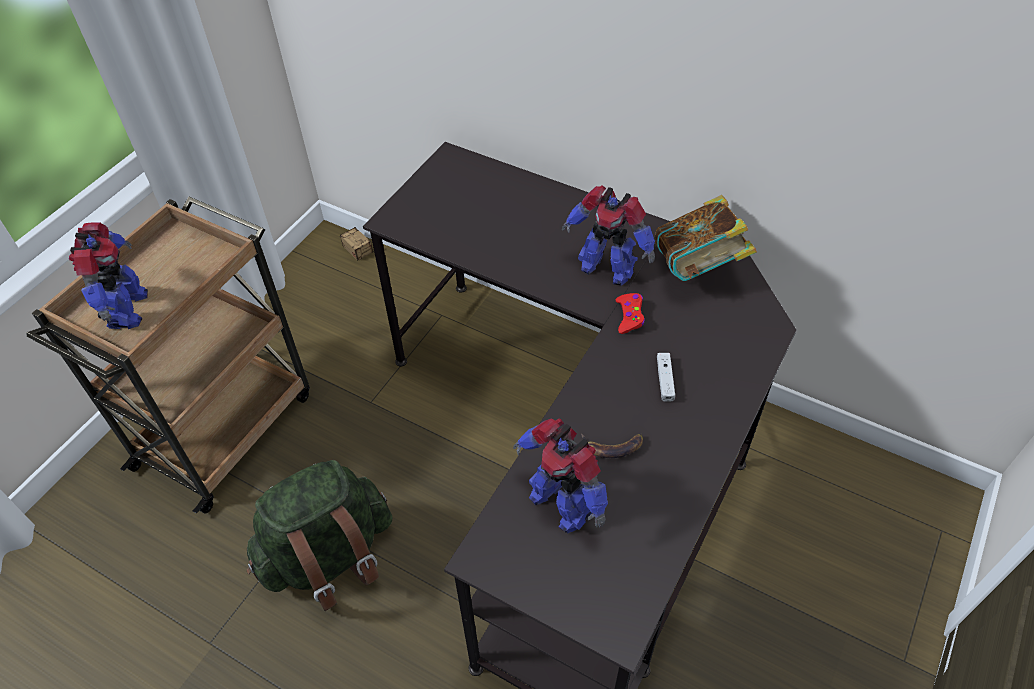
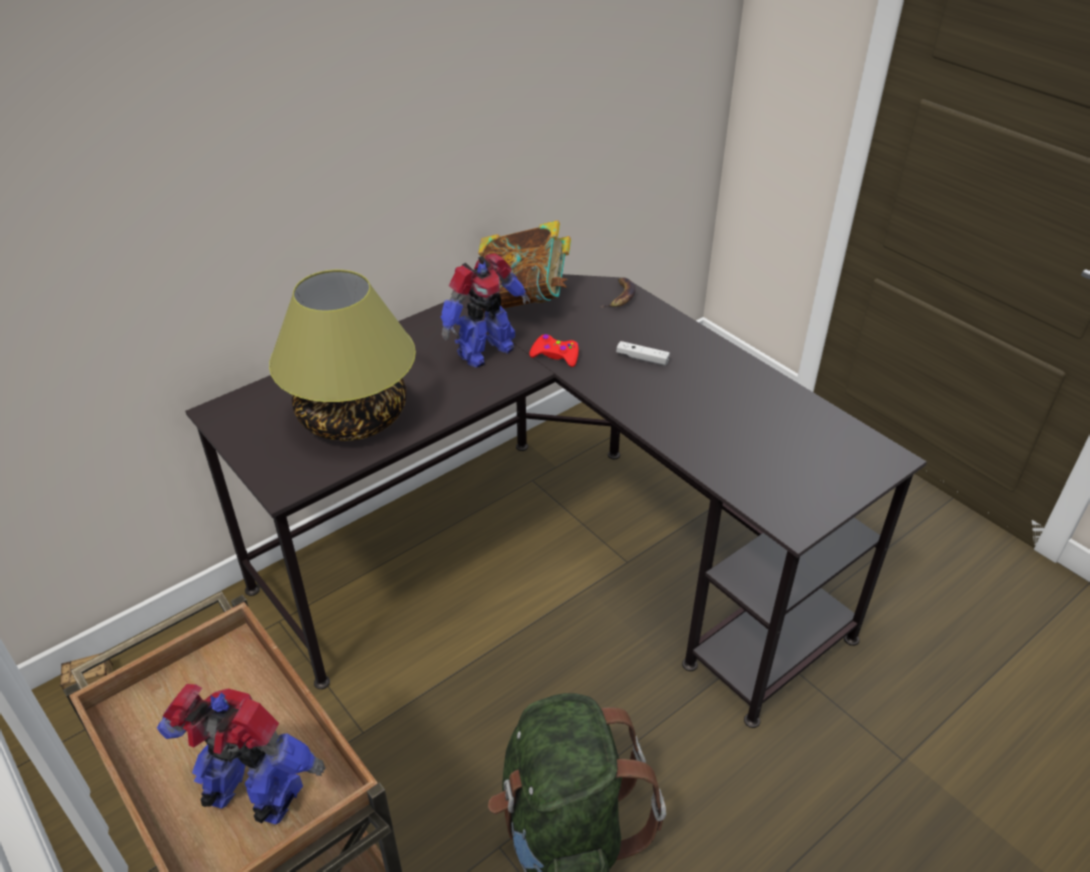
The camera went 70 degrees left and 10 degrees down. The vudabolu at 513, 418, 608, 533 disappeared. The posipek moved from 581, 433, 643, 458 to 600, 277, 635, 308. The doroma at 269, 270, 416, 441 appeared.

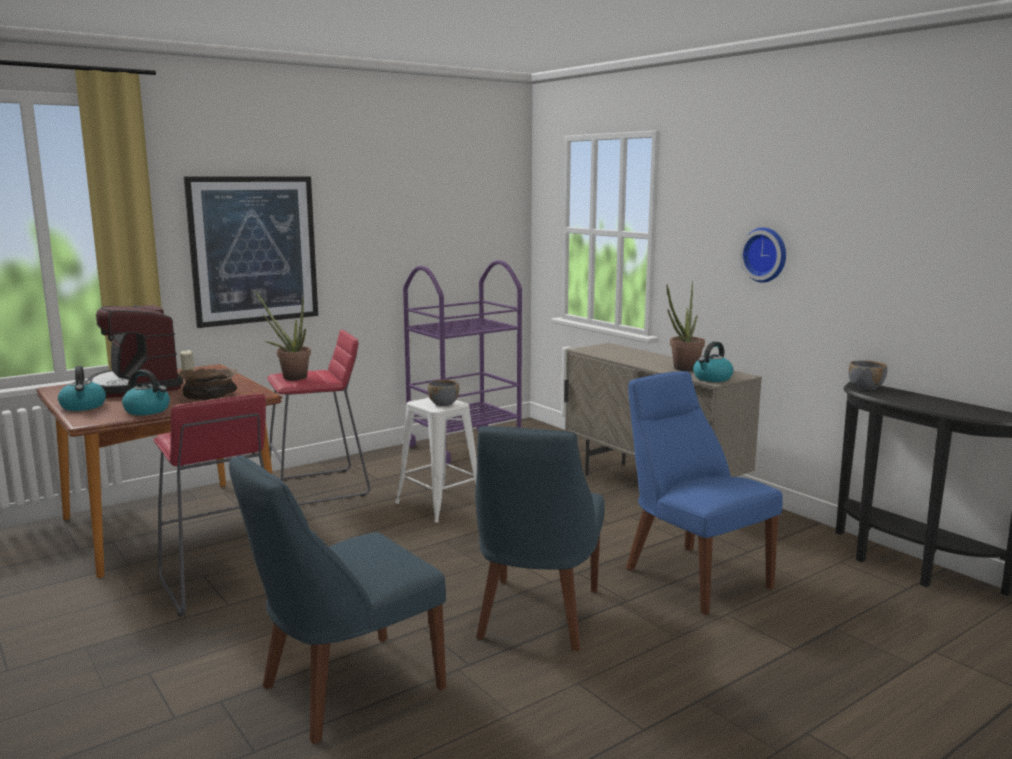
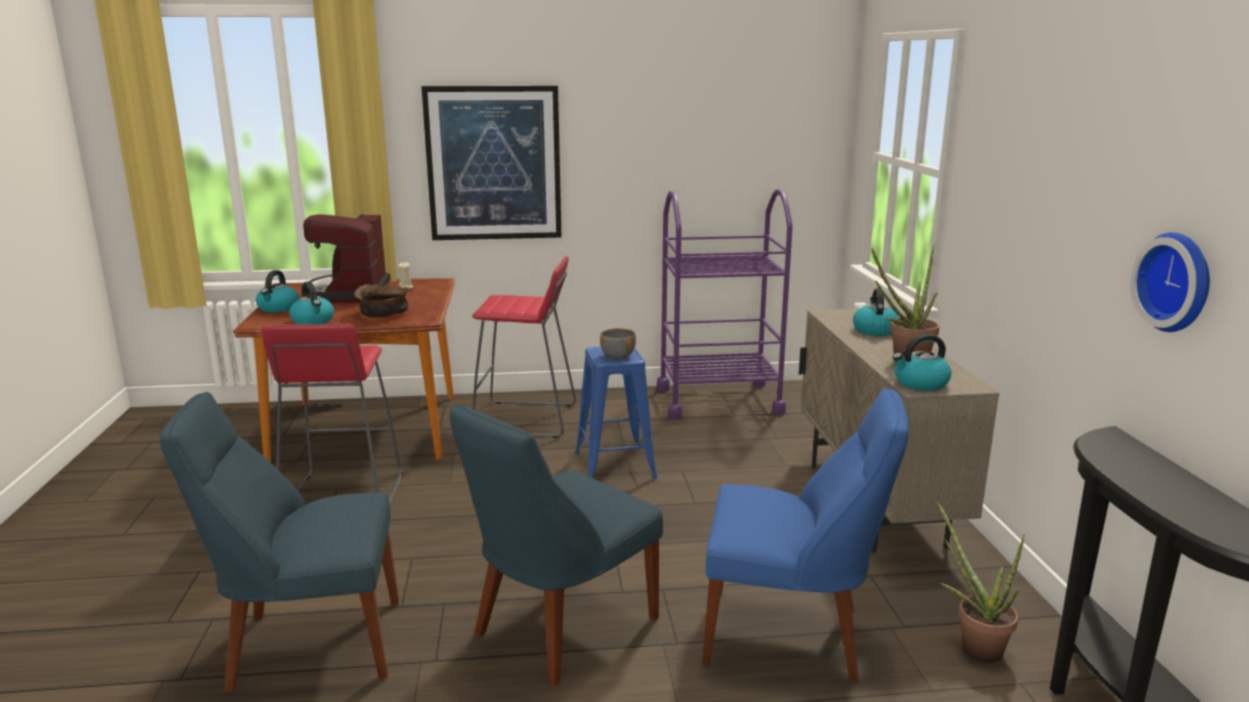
The camera went 30 degrees right and 5 degrees up. The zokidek moved from 739, 227, 786, 283 to 1131, 232, 1210, 332. The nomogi moved from 255, 291, 311, 380 to 937, 501, 1025, 663. The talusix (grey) at 848, 361, 887, 390 disappeared. The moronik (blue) at 626, 371, 783, 615 turned 105 degrees clockwise. The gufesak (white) at 395, 398, 477, 522 became the gufesak (blue) at 575, 347, 658, 480. The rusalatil at 853, 288, 899, 336 appeared.

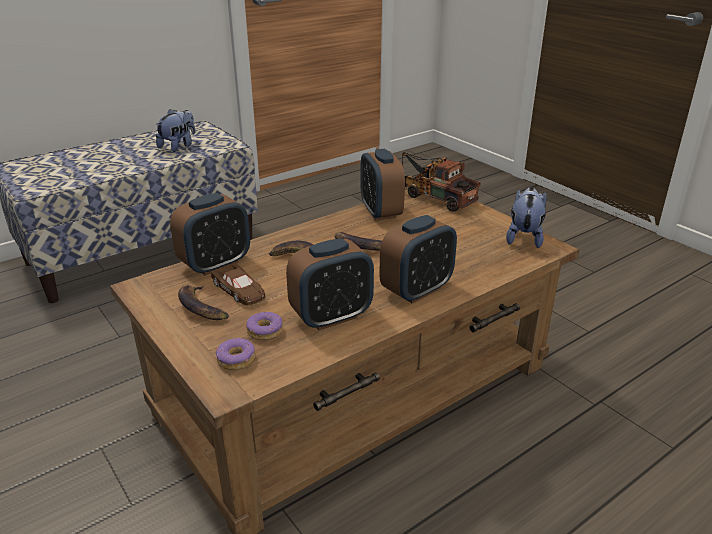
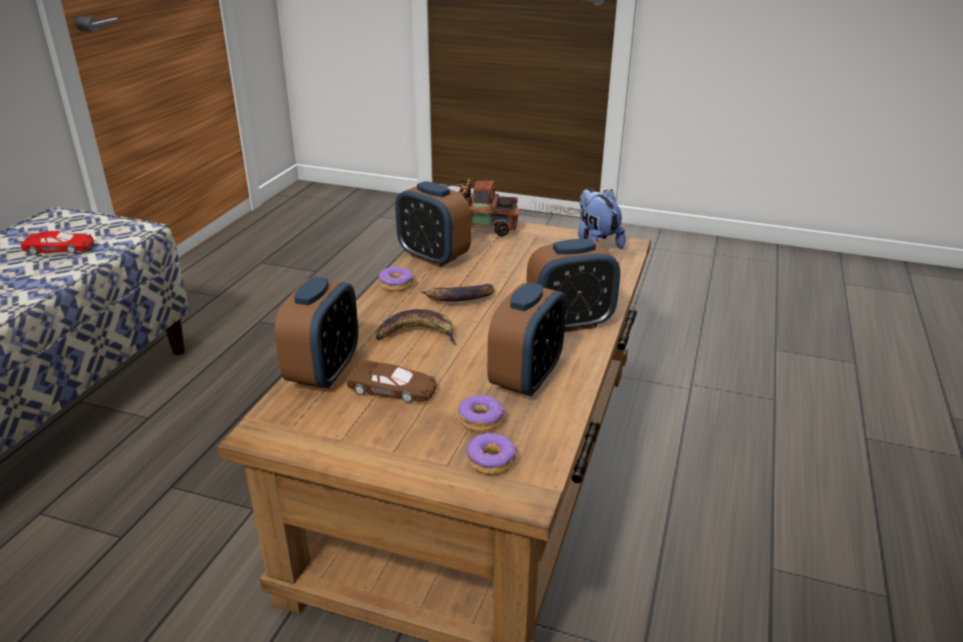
The camera went 35 degrees left and 0 degrees up. The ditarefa at 156, 109, 195, 152 was replaced by the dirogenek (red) at 21, 231, 94, 255. The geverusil at 379, 215, 457, 303 turned 60 degrees clockwise. The posipek at 178, 285, 229, 320 disappeared. The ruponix at 378, 267, 414, 292 appeared.

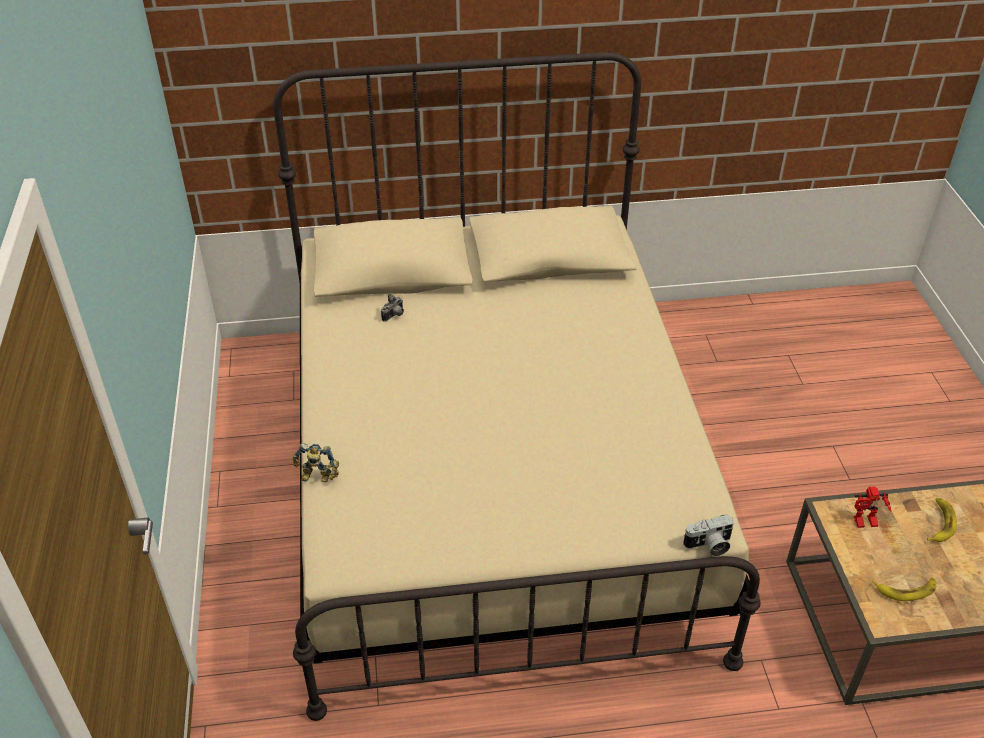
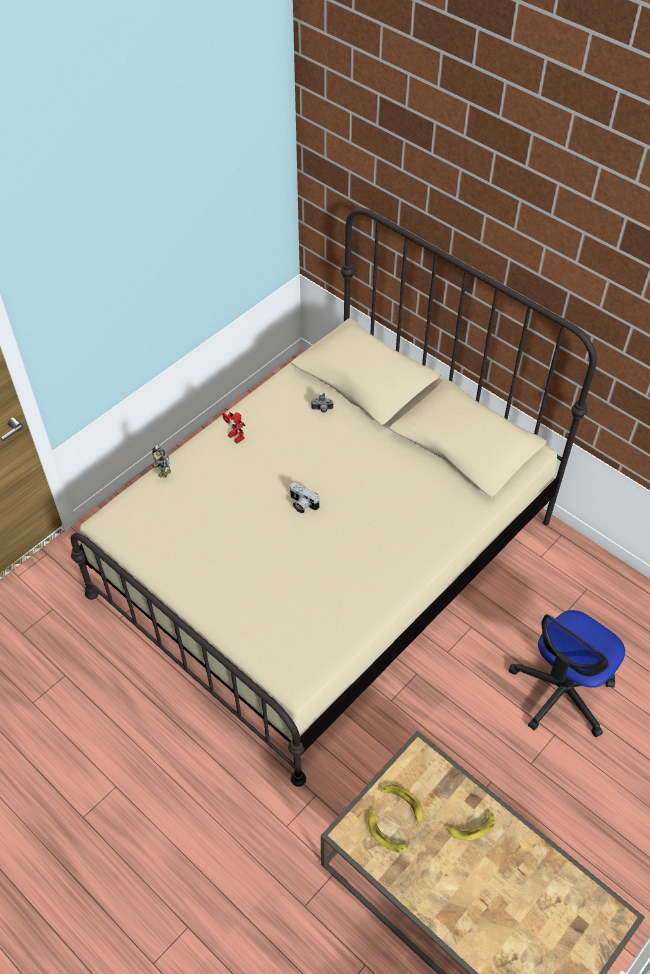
The camera went 50 degrees right and 10 degrees up. The vudabolu moved from 853, 487, 891, 528 to 222, 412, 246, 444. The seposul moved from 683, 515, 734, 556 to 290, 483, 319, 513. The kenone at 509, 610, 625, 737 appeared. The posipek at 381, 784, 423, 826 appeared.

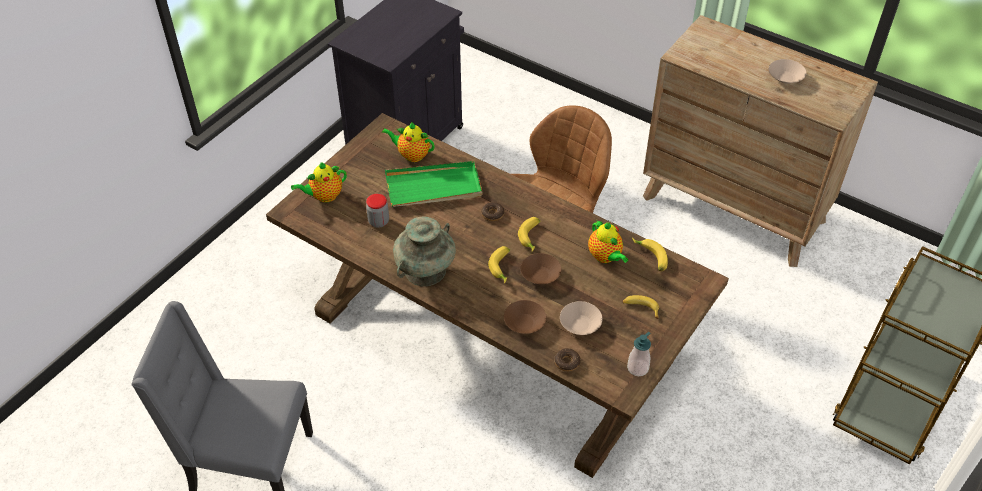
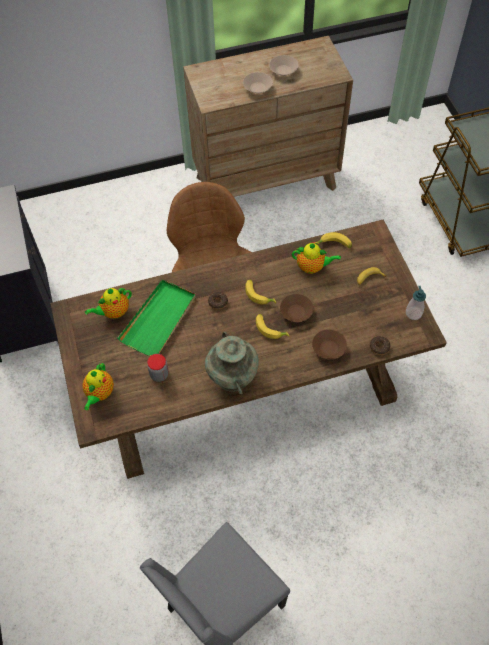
The camera went 50 degrees left and 10 degrees up. The talusix (beige) moved from 560, 301, 602, 335 to 243, 72, 273, 93.

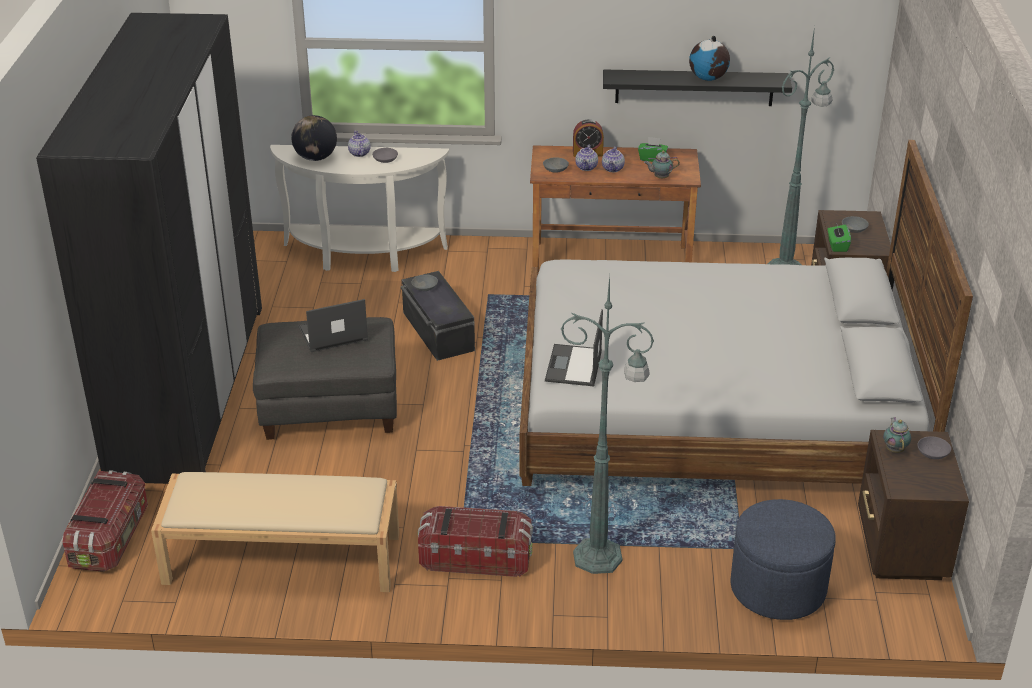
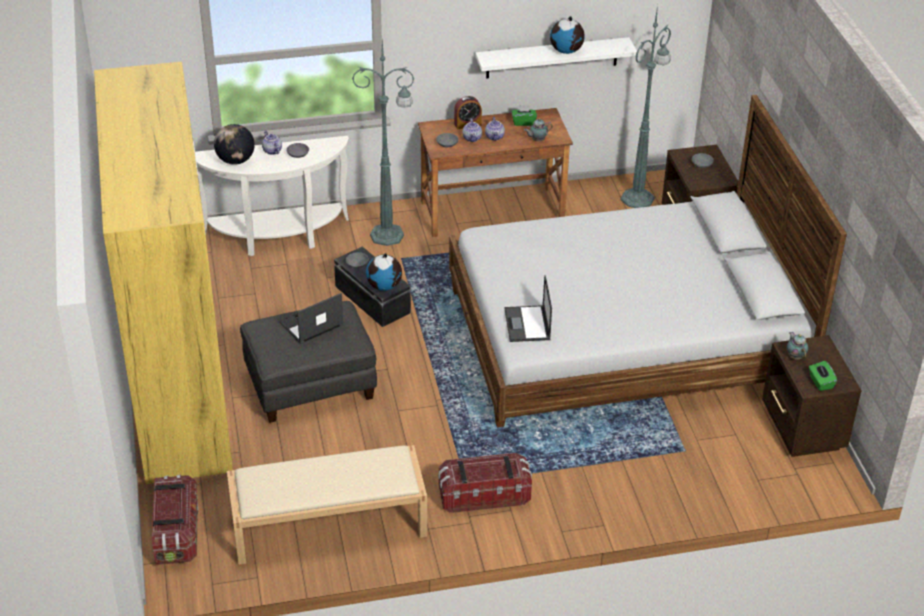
The camera went 15 degrees left and 5 degrees up. The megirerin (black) at 36, 13, 262, 484 became the megirerin (yellow) at 94, 62, 233, 484. The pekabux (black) at 603, 69, 792, 106 became the pekabux (white) at 475, 37, 637, 79. The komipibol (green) moved from 828, 225, 851, 252 to 809, 361, 837, 391. The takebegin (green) moved from 561, 275, 654, 574 to 352, 39, 414, 246. The talusix (grey) at 917, 436, 951, 459 disappeared. The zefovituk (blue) at 730, 499, 836, 620 disappeared. The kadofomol at 366, 253, 402, 291 appeared.

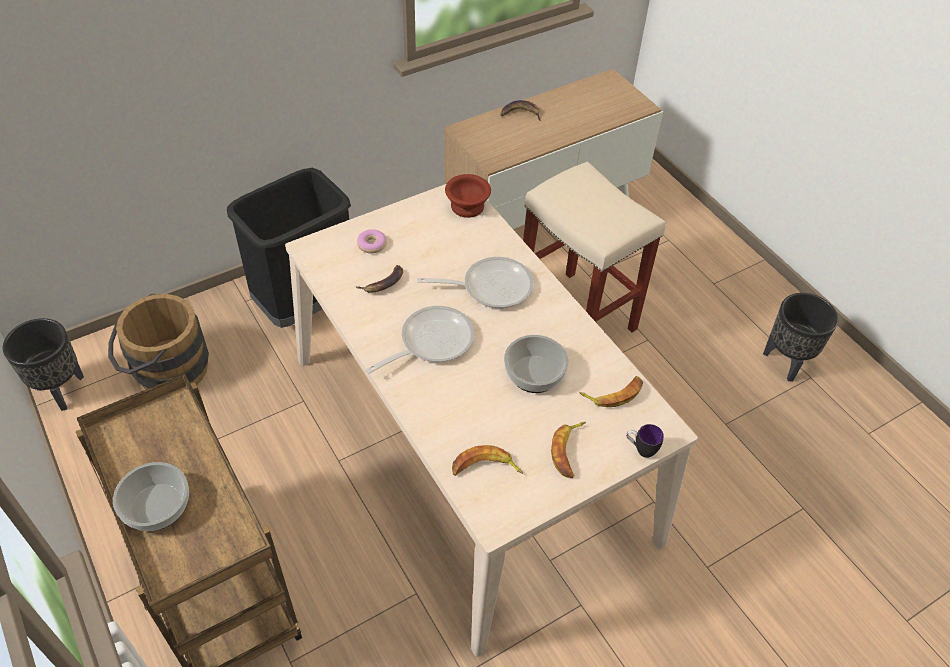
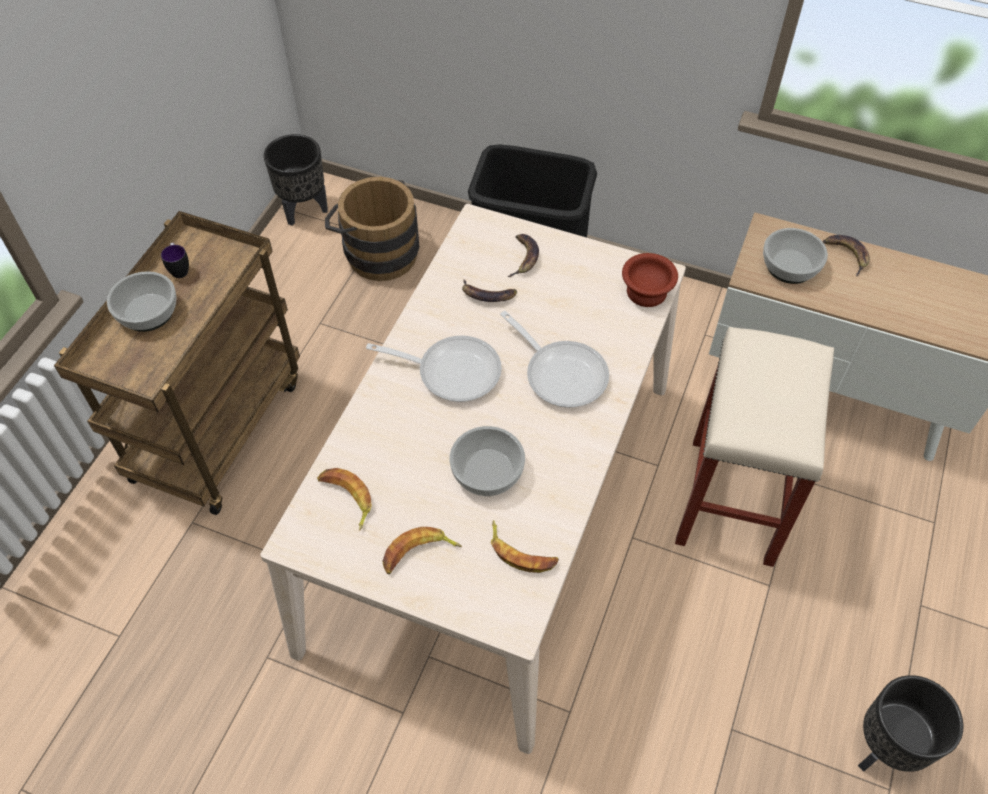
The camera went 55 degrees right and 5 degrees up. The ruponix at 357, 229, 387, 253 was replaced by the posipek at 508, 234, 539, 277. The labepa moved from 626, 424, 664, 458 to 161, 243, 189, 278. The talusix at 763, 228, 828, 284 appeared.

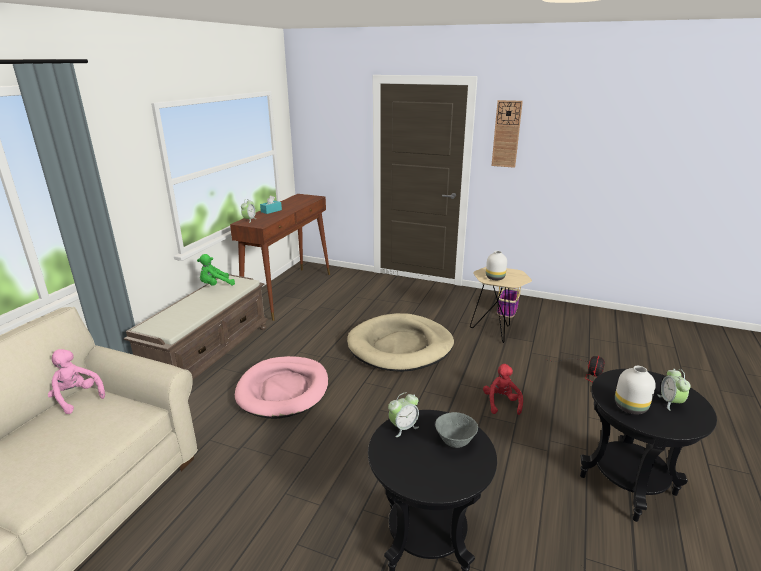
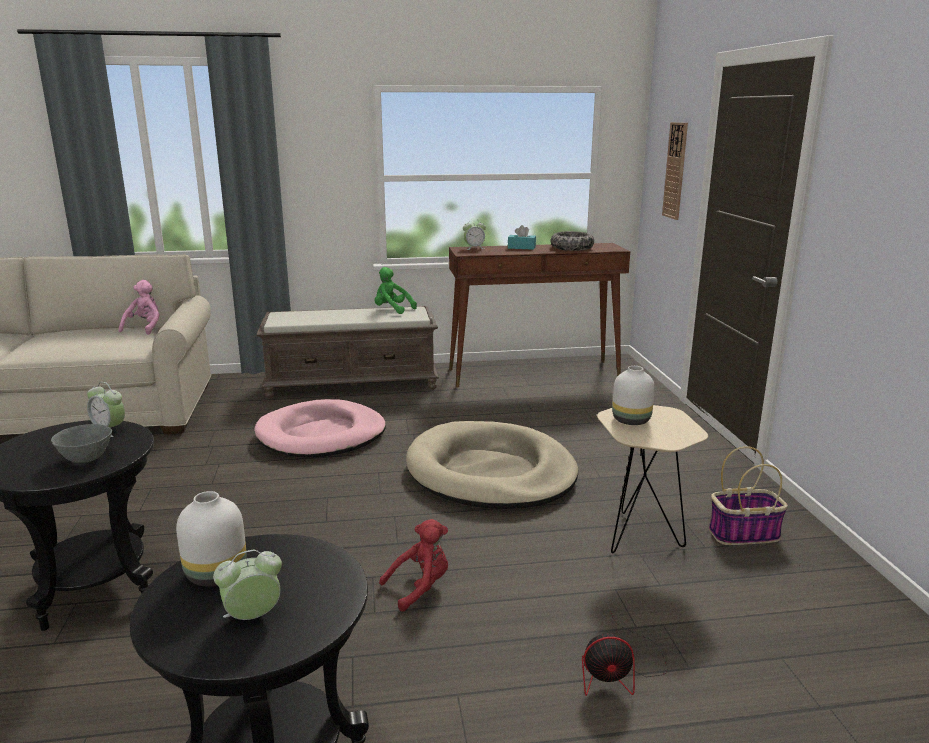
The camera went 60 degrees right and 5 degrees down. The zokidek moved from 491, 100, 523, 168 to 662, 122, 688, 220. The talusix at 551, 231, 594, 251 appeared.

